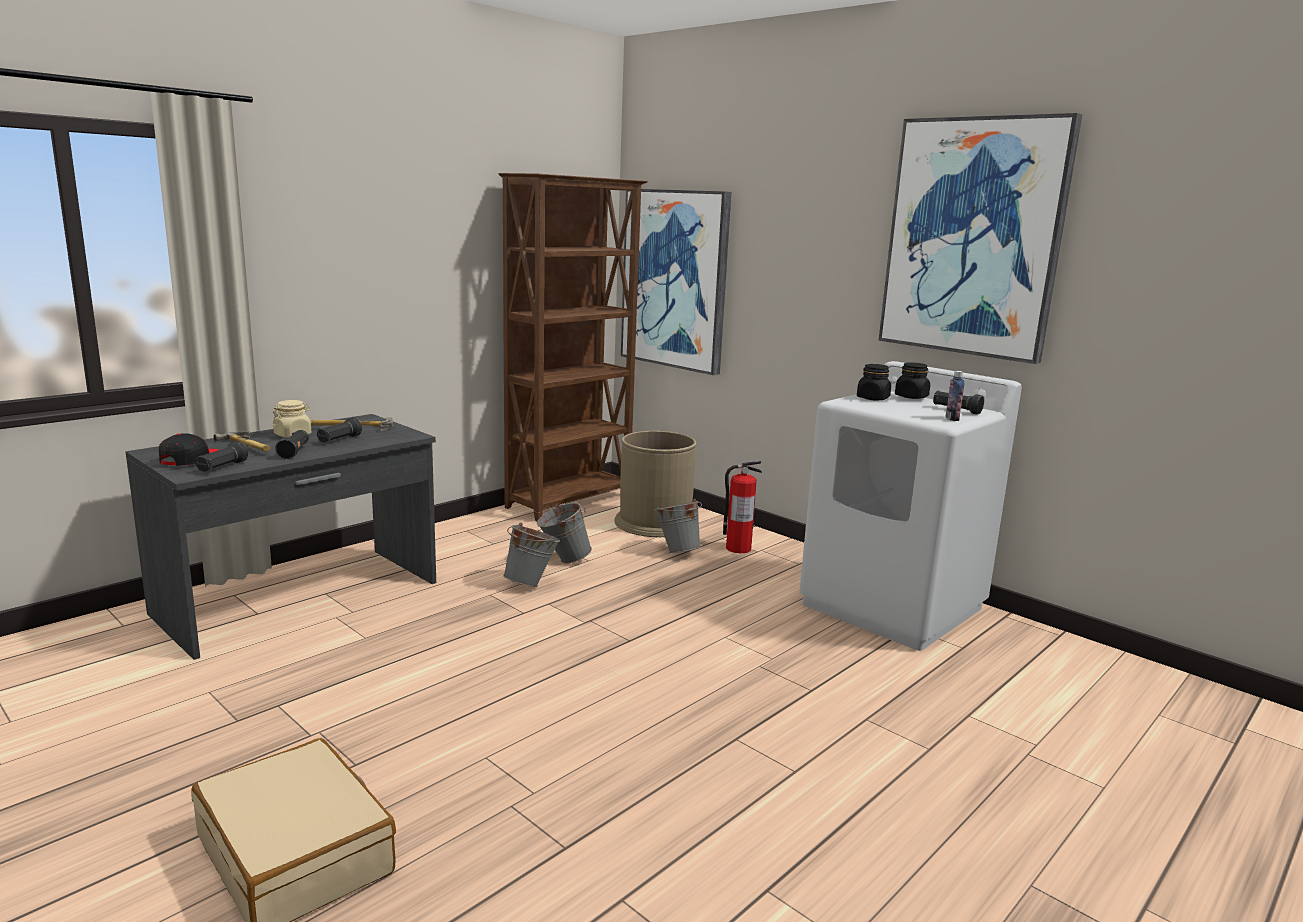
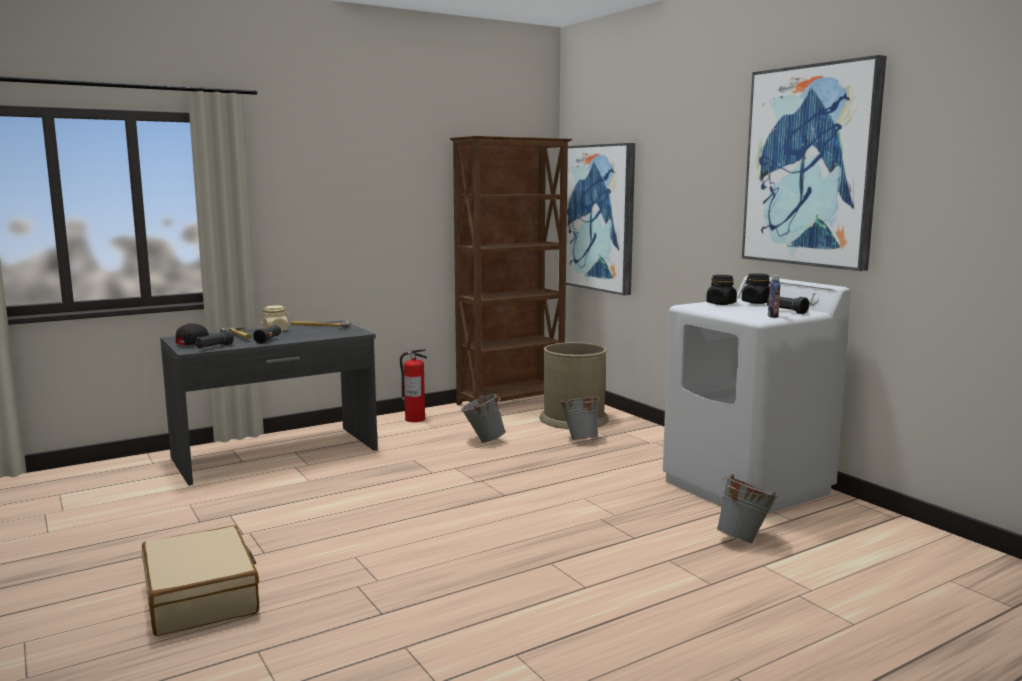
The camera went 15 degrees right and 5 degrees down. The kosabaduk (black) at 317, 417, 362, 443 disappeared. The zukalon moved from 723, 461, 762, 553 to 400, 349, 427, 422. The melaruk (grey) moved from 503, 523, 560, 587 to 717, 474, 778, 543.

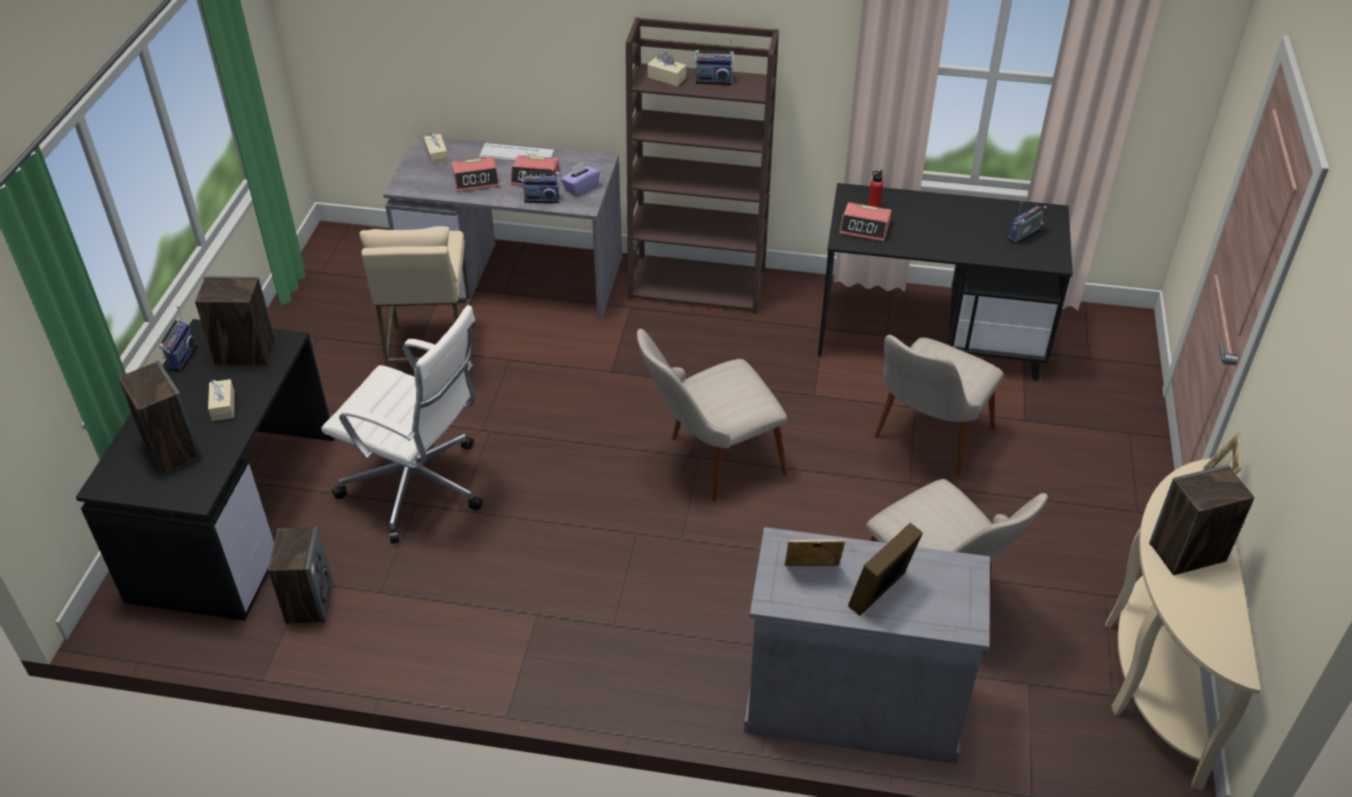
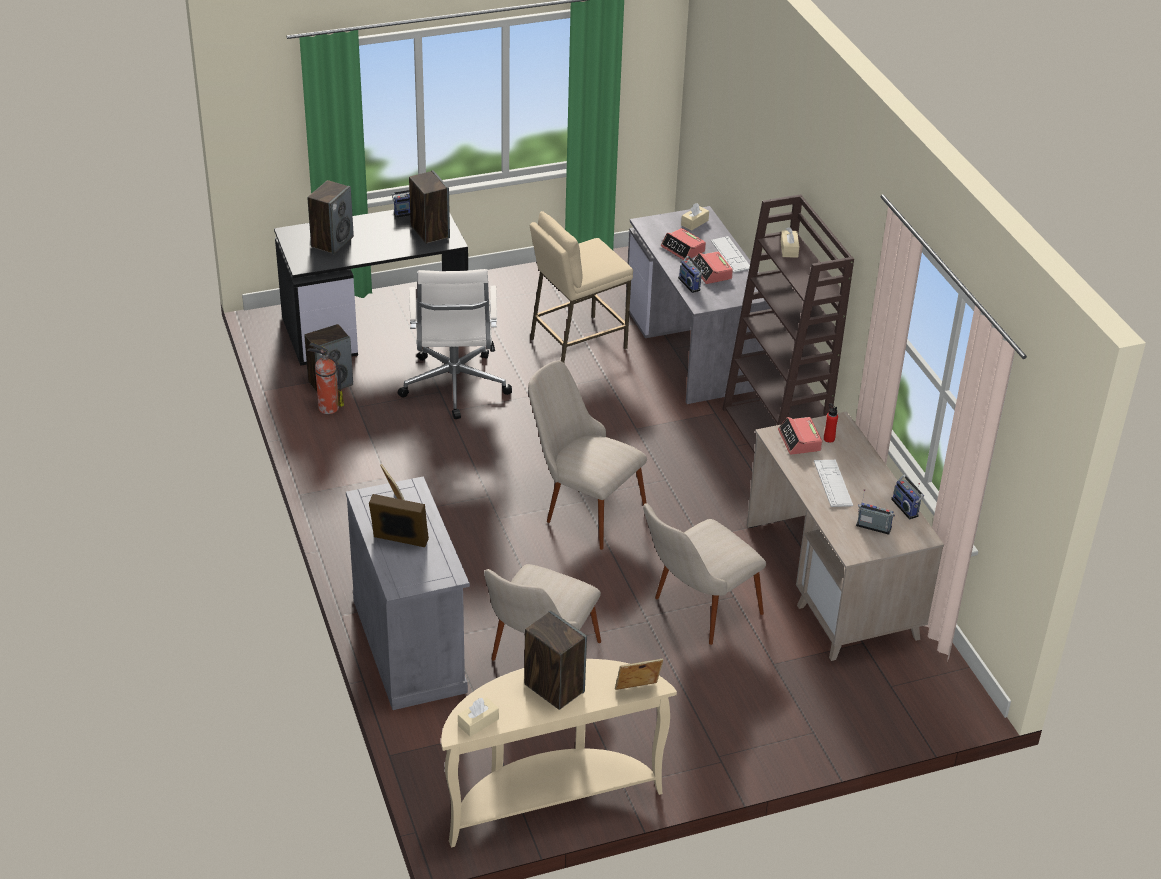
The camera went 60 degrees right and 5 degrees down. The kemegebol moved from 694, 39, 734, 85 to 891, 475, 924, 519. The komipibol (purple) at 561, 161, 600, 197 disappeared. The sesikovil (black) at 818, 183, 1073, 381 became the sesikovil (beige) at 747, 411, 944, 661. The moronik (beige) at 874, 335, 1004, 476 turned 45 degrees counterclockwise. The komipibol (beige) moved from 208, 379, 235, 421 to 458, 697, 499, 737. The zukalon at 307, 342, 344, 414 appeared. The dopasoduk at 814, 460, 853, 507 appeared.

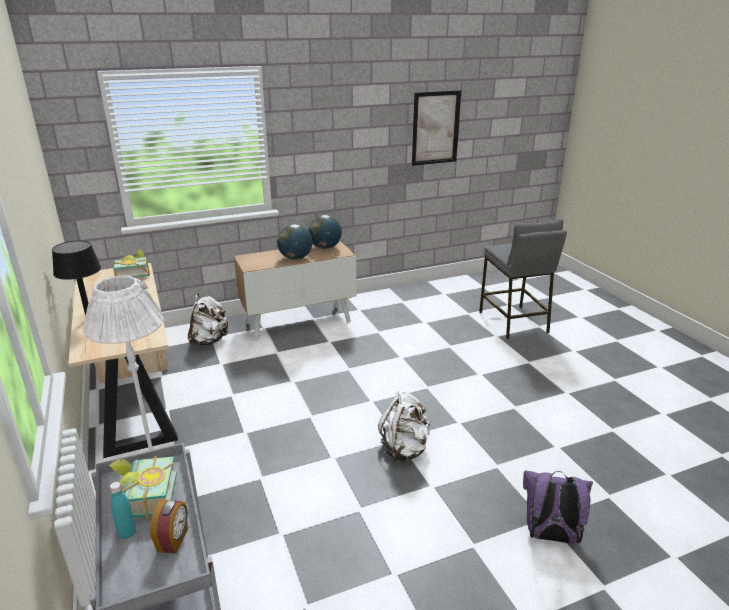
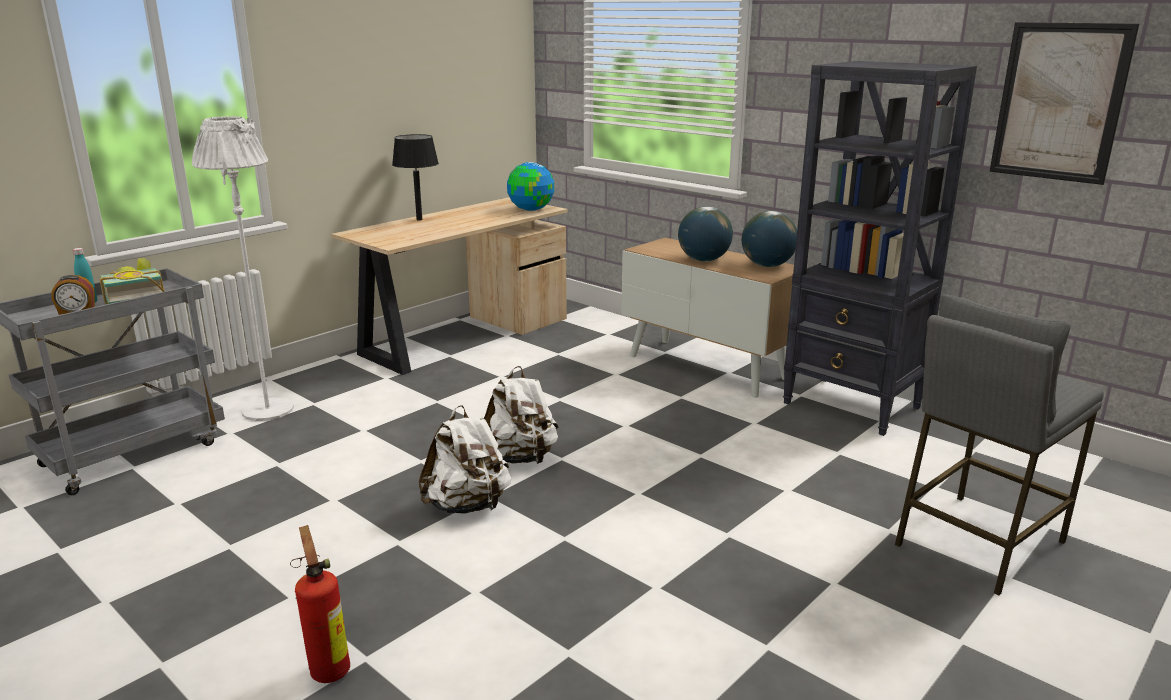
The camera went 65 degrees right and 5 degrees down. The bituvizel at 113, 250, 150, 278 was replaced by the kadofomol at 507, 162, 554, 211. The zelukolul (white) moved from 188, 293, 229, 346 to 484, 366, 559, 464. The zelukolul (purple) at 523, 470, 593, 543 was replaced by the zukalon at 290, 525, 350, 683. The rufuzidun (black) at 783, 61, 977, 436 appeared.

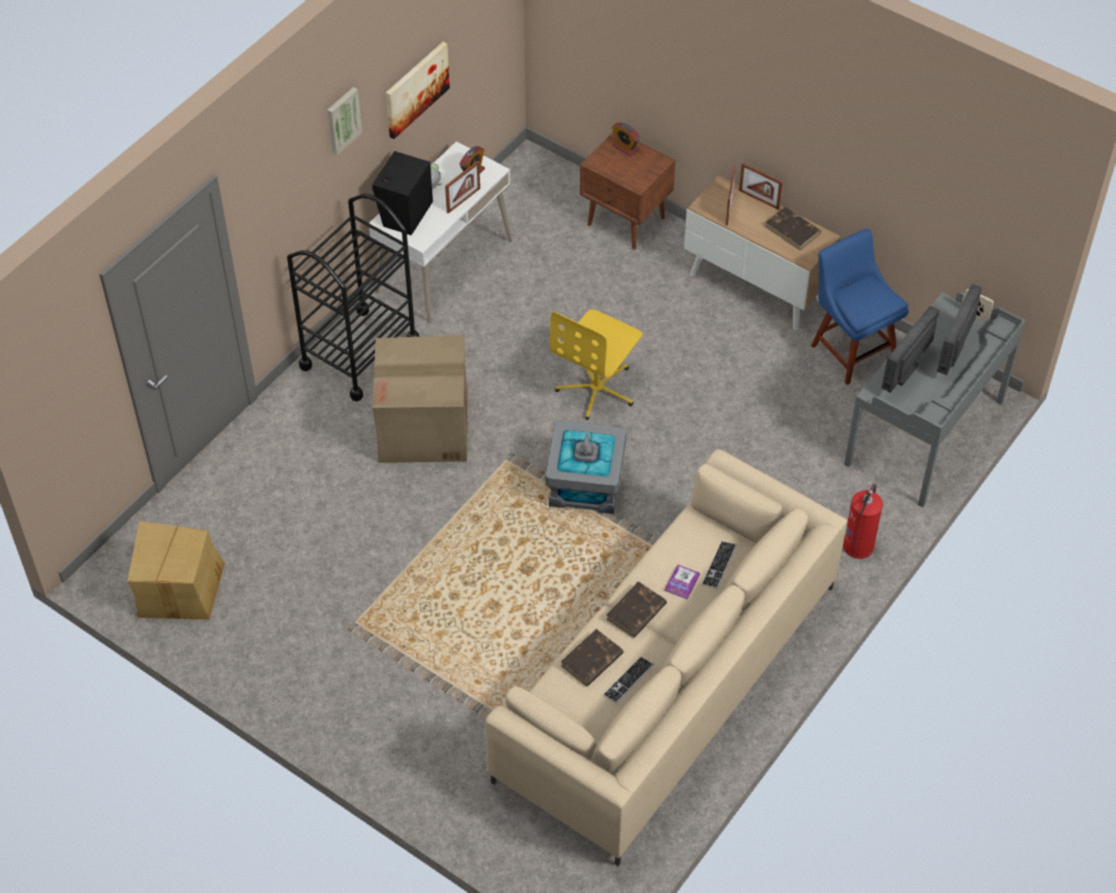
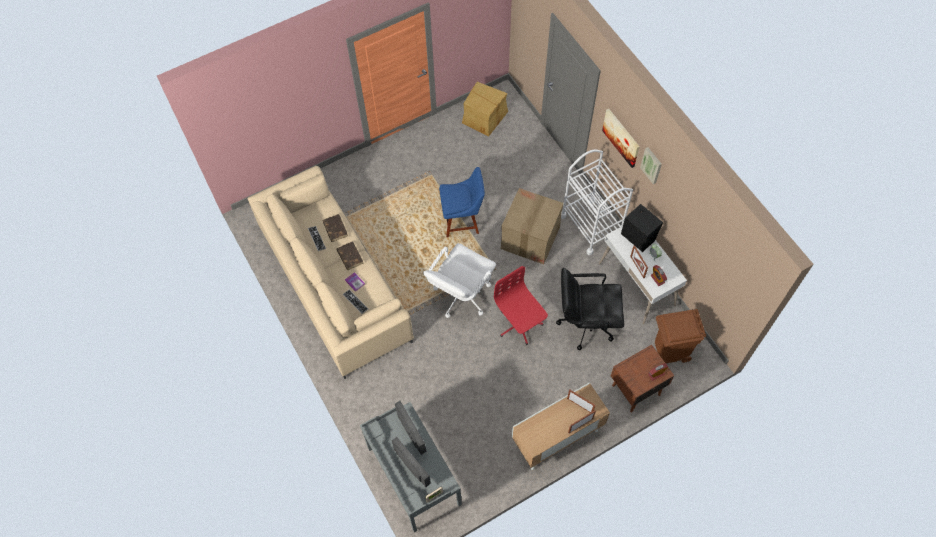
The camera went 115 degrees right and 10 degrees up. The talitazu moved from 386, 42, 450, 139 to 602, 109, 640, 168. The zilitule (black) at 287, 194, 419, 402 became the zilitule (white) at 561, 149, 633, 256. The bituvizel (brown) at 766, 207, 821, 250 disappeared. The moronik (blue) moved from 811, 229, 909, 385 to 439, 167, 485, 237. The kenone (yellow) at 550, 309, 643, 420 became the kenone (red) at 494, 266, 548, 345. The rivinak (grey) at 545, 420, 627, 514 was replaced by the kenone (white) at 423, 243, 496, 318. The zukalon at 843, 484, 883, 559 disappeared. The kenone (black) at 556, 268, 624, 350 appeared. The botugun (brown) at 655, 309, 706, 363 appeared.

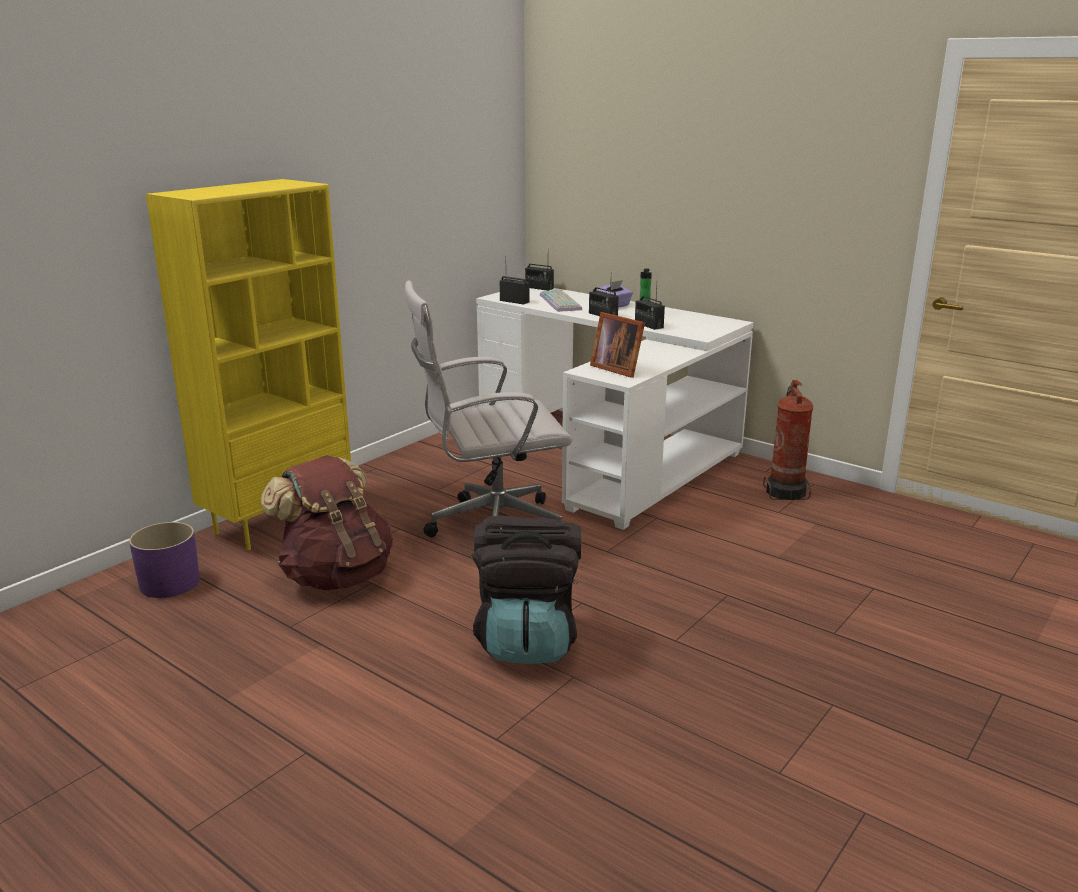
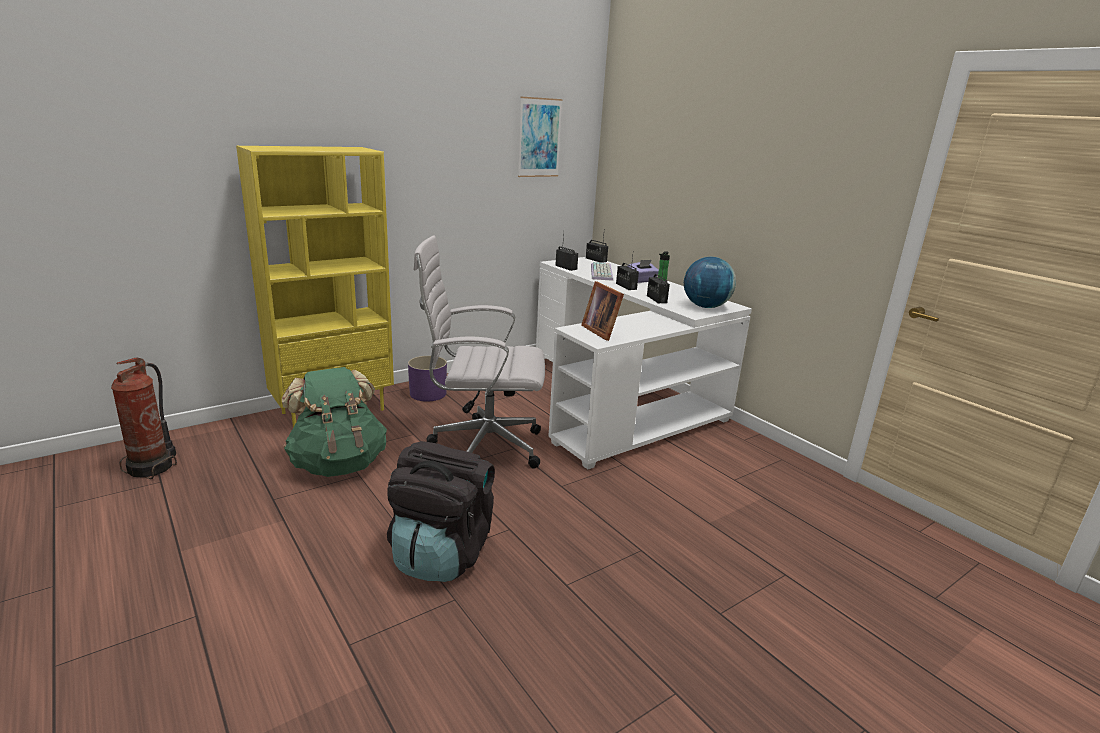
The camera went 15 degrees right and 0 degrees up. The zukalon moved from 763, 380, 813, 500 to 111, 357, 177, 479. The zelukolul (brown) at 261, 455, 393, 590 became the zelukolul (green) at 282, 367, 387, 477. The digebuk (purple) moved from 129, 522, 200, 598 to 408, 356, 447, 402. The talitazu at 518, 97, 563, 177 appeared. The kadofomol at 684, 257, 736, 308 appeared.

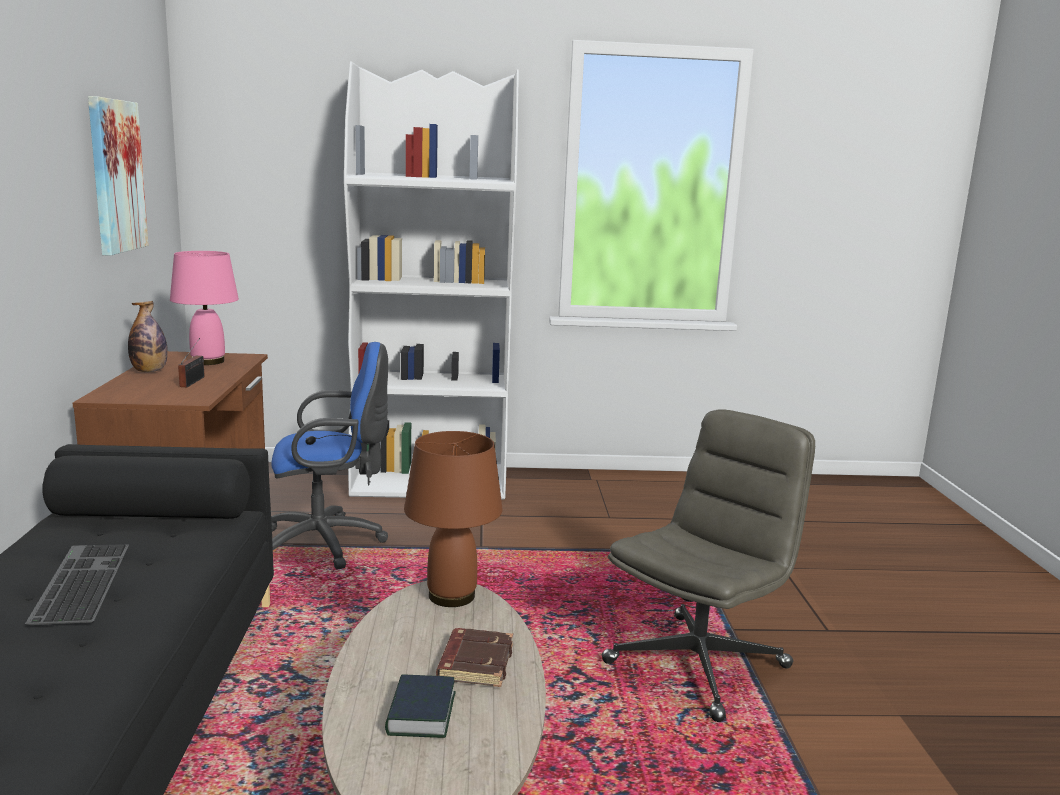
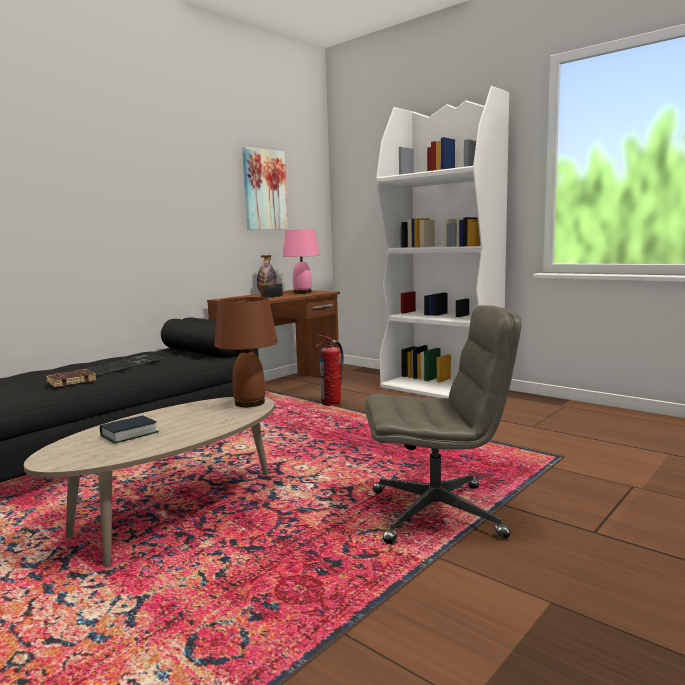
The camera went 45 degrees right and 5 degrees down. The kenone (blue) at 271, 342, 388, 569 was replaced by the zukalon at 316, 335, 344, 406. The bituvizel (brown) moved from 436, 628, 513, 687 to 46, 369, 97, 387.

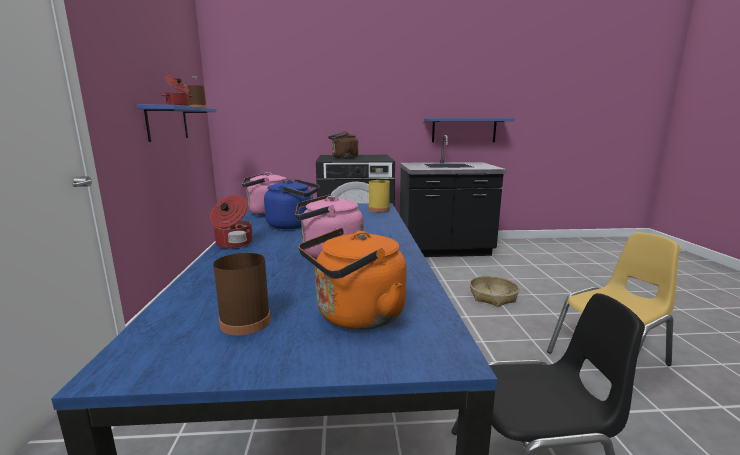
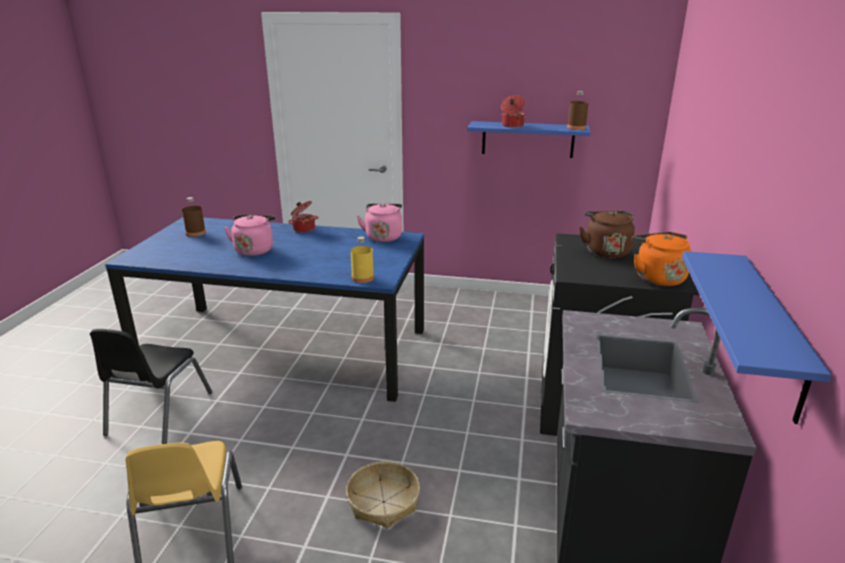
The camera went 105 degrees right and 10 degrees up. The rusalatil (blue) at 264, 179, 320, 229 disappeared. The rusalatil (orange) moved from 299, 228, 406, 330 to 632, 232, 692, 286.

